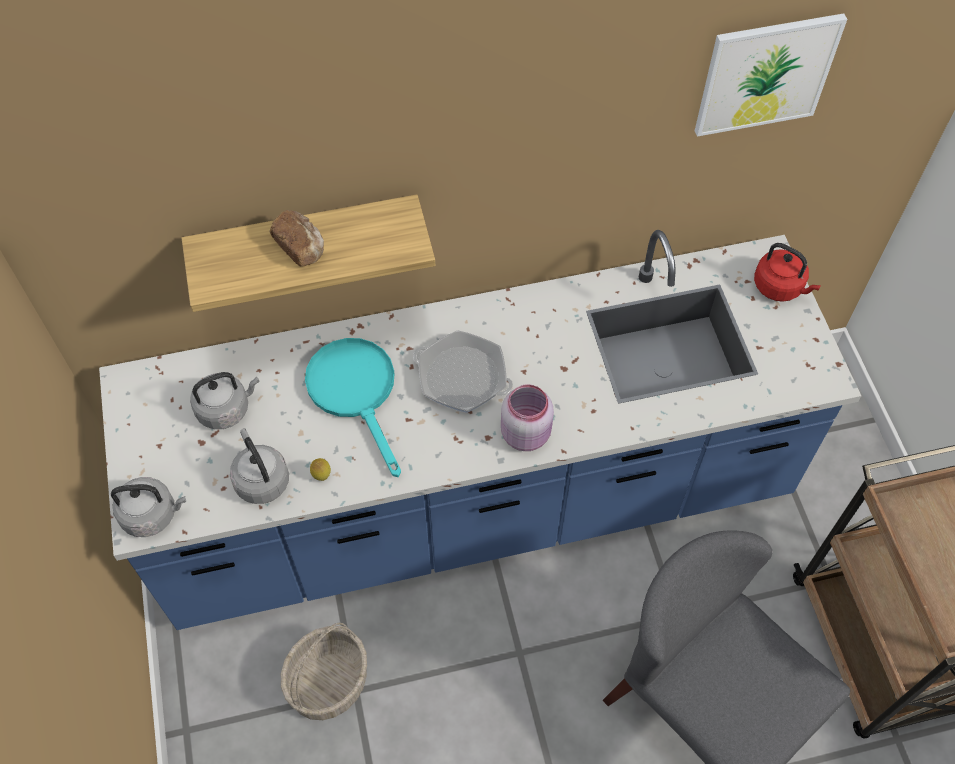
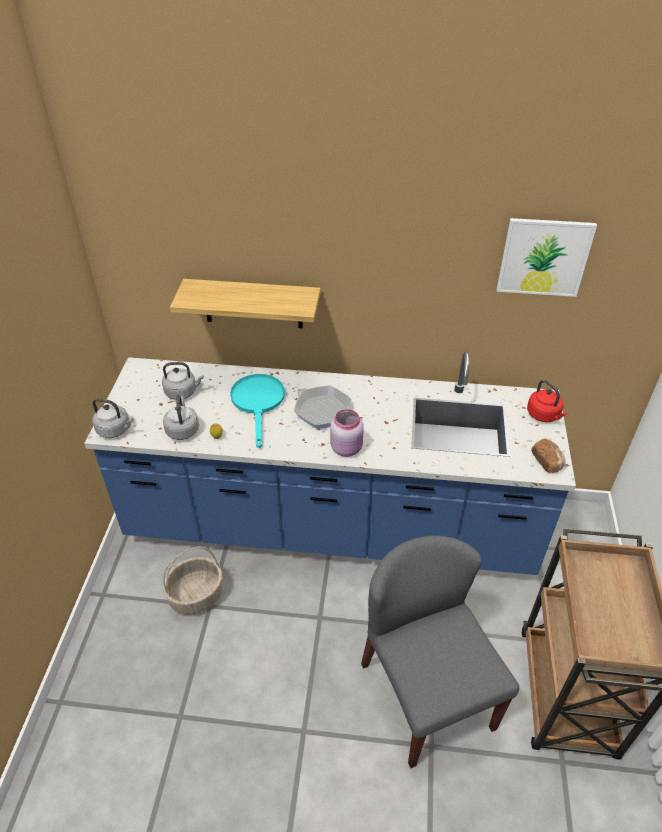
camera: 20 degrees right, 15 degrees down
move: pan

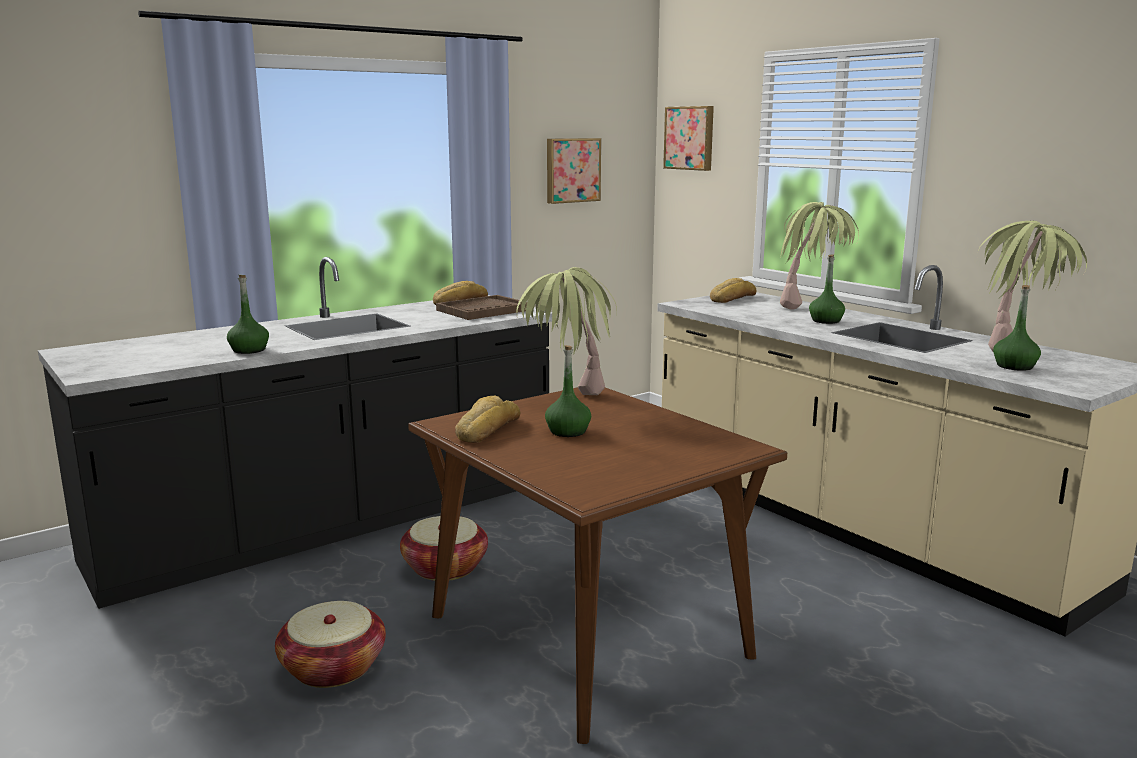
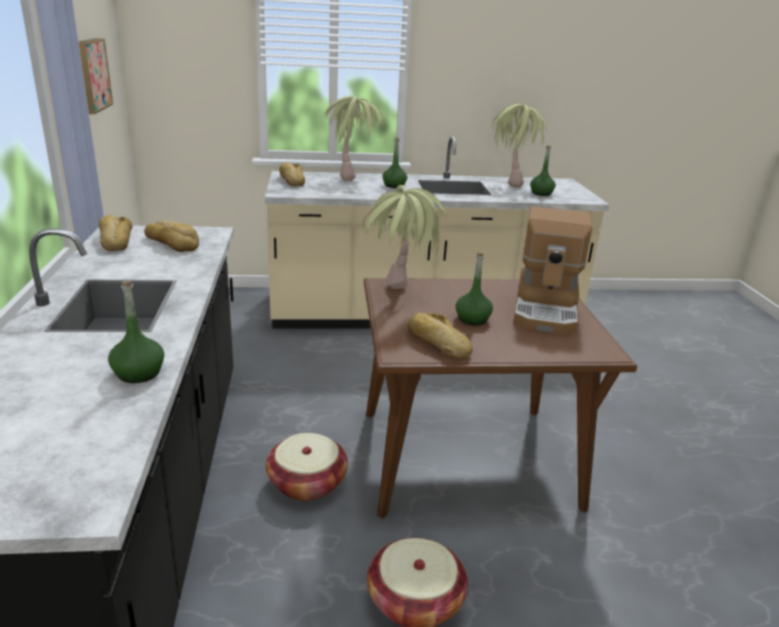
camera: 60 degrees left, 10 degrees up
delete: cuadro (2nd from left)
insert: cafetera
replace: bandeja (marrón) to pan (2nd from left)

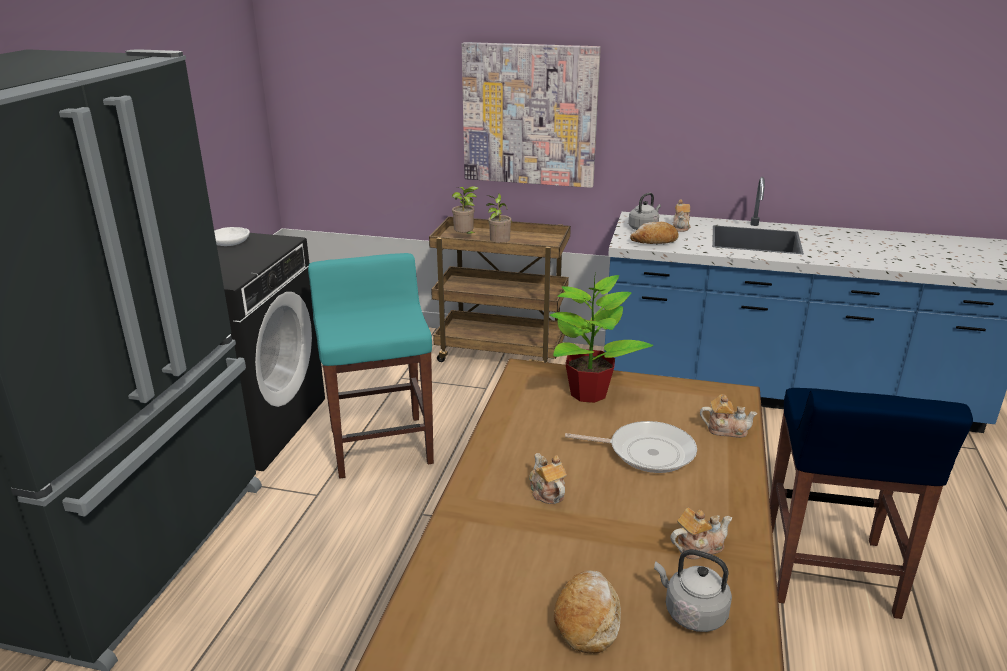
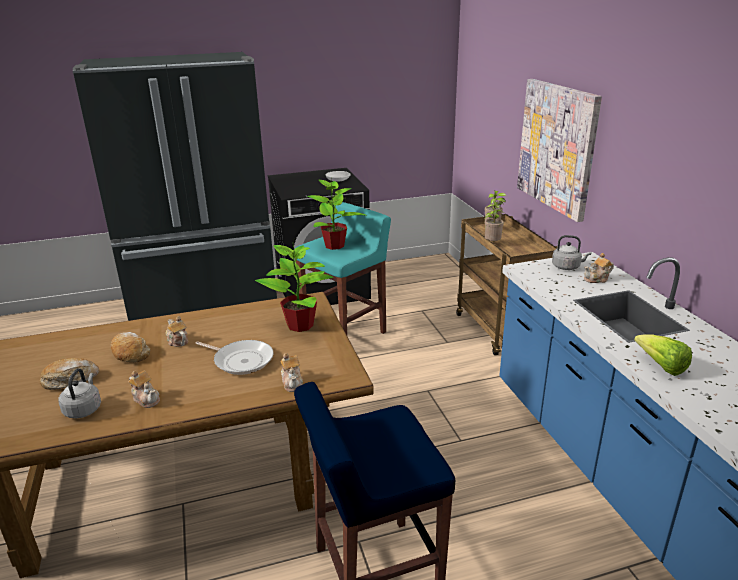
camera: 60 degrees right, 0 degrees up
insert: planta en maceta (2nd from left); lechuga
move: pan (2nd from left)
rotate: tetera (1st from left in the first image) 75 degrees counterclockwise; sartén 45 degrees counterclockwise

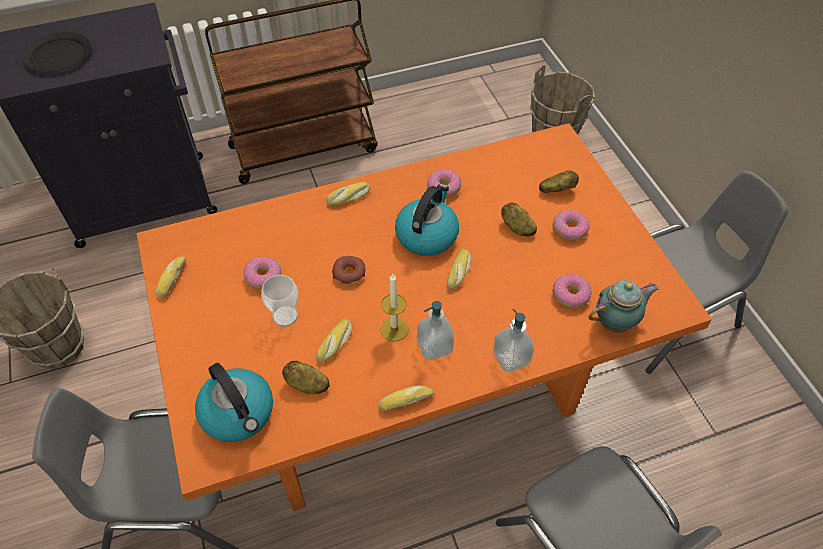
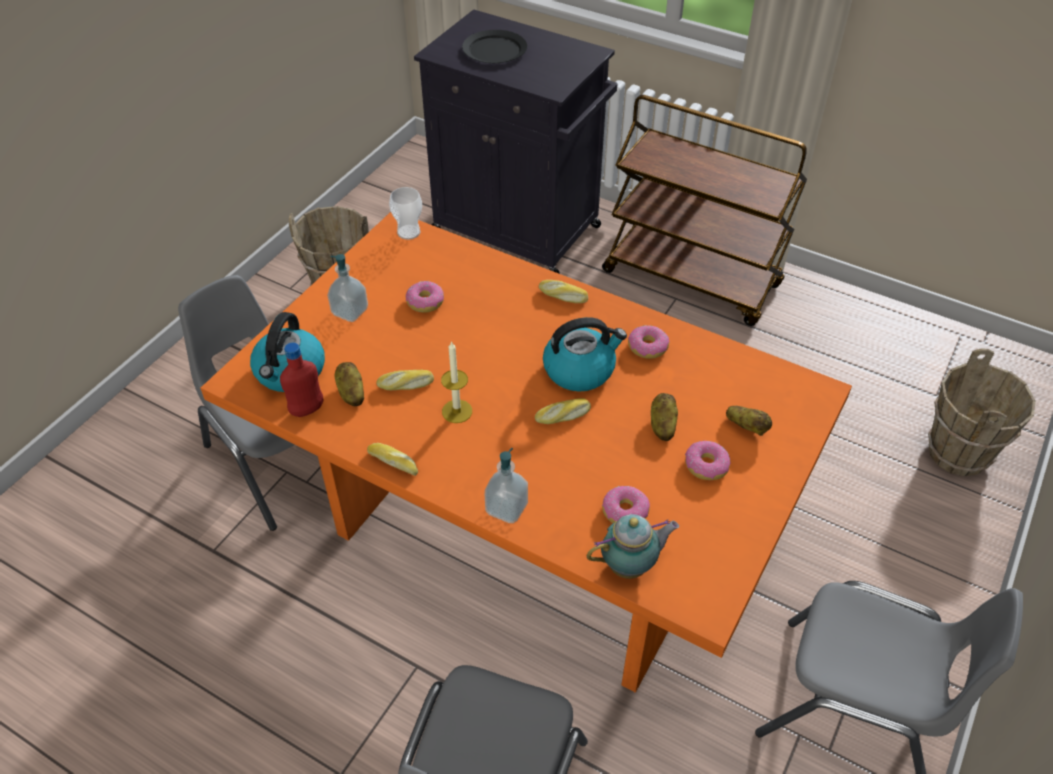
camera: 50 degrees right, 5 degrees down
delete: pan (1st from left); rosquilla (2nd from left)
insert: botella (rojo)
move: taza; dispensador de jabón (1st from left)
rotate: tetera 45 degrees counterclockwise

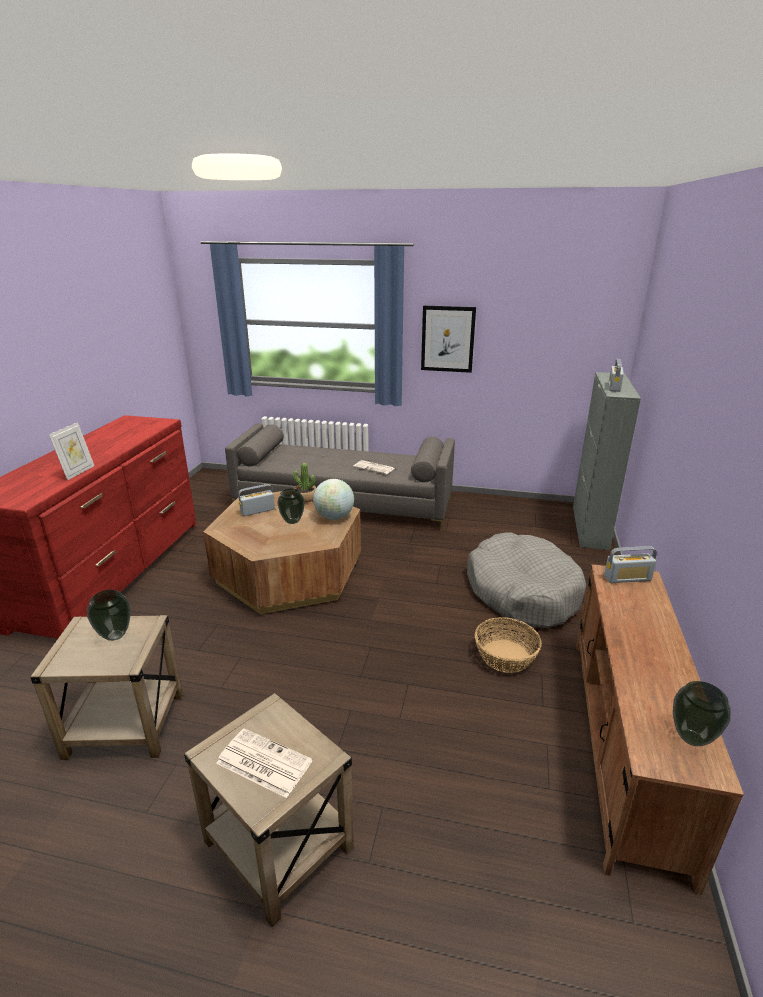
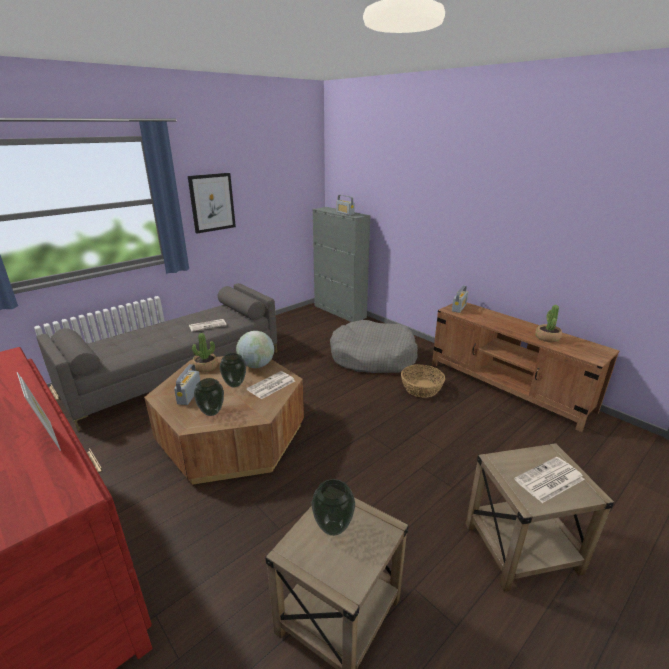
camera: 55 degrees left, 0 degrees up
insert: periódico (2nd from left); planta en maceta (2nd from left)
move: florero (3rd from left in the first image) to florero (1st from left)

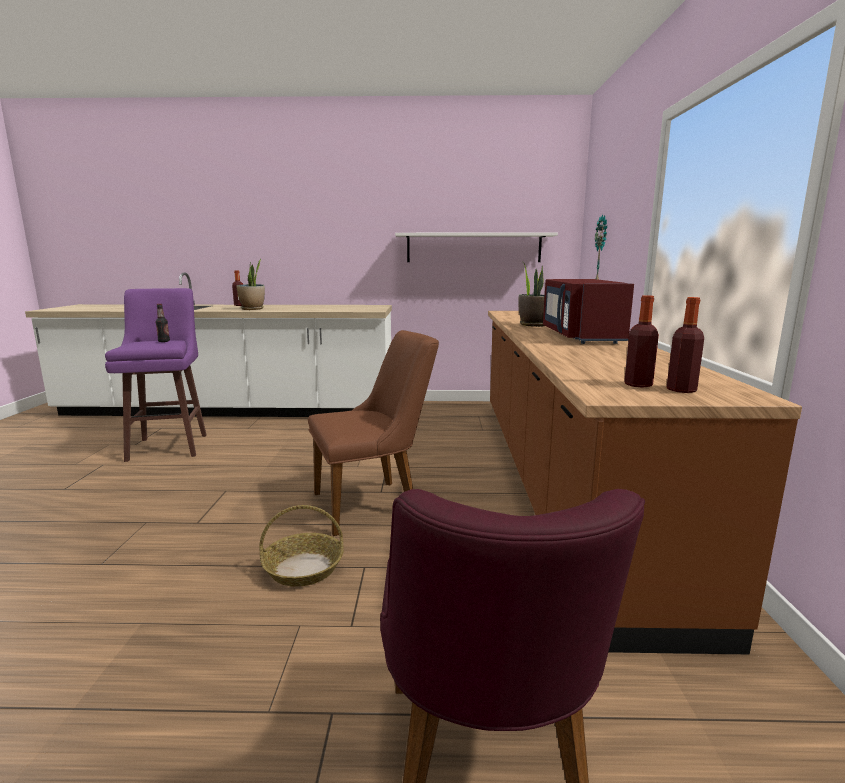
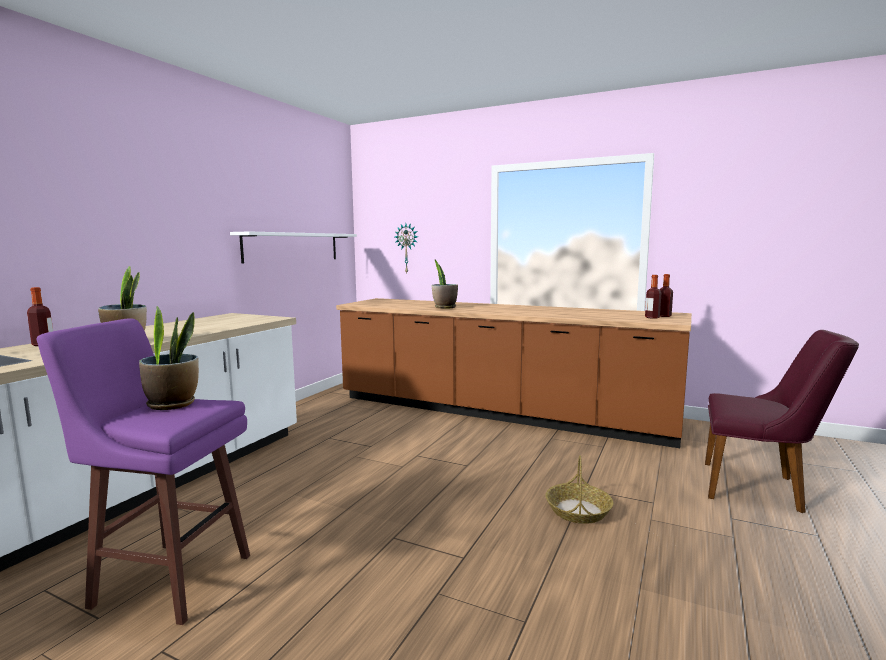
camera: 65 degrees left, 5 degrees down
delete: silla (marrón); microondas (rojo)
replace: botella (1st from left) to planta en maceta (2nd from left)

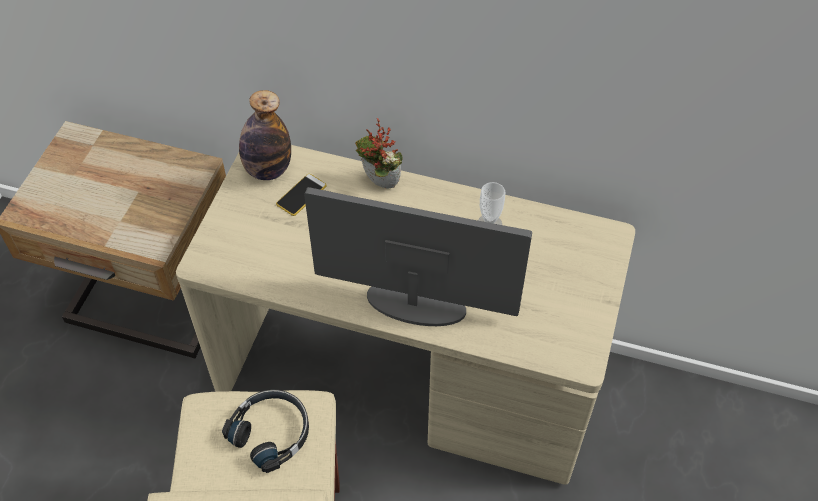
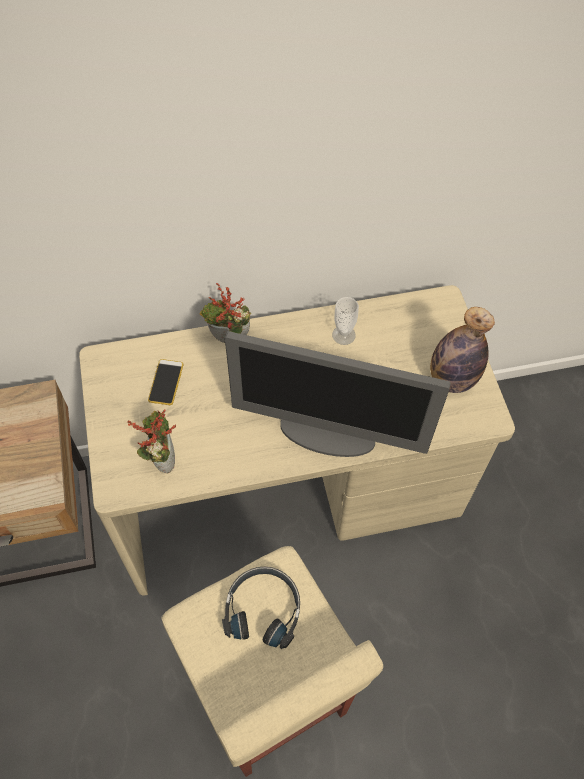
camera: 30 degrees left, 5 degrees up
insert: planta en maceta (1st from left)
move: botella
rotate: monitor 150 degrees counterclockwise

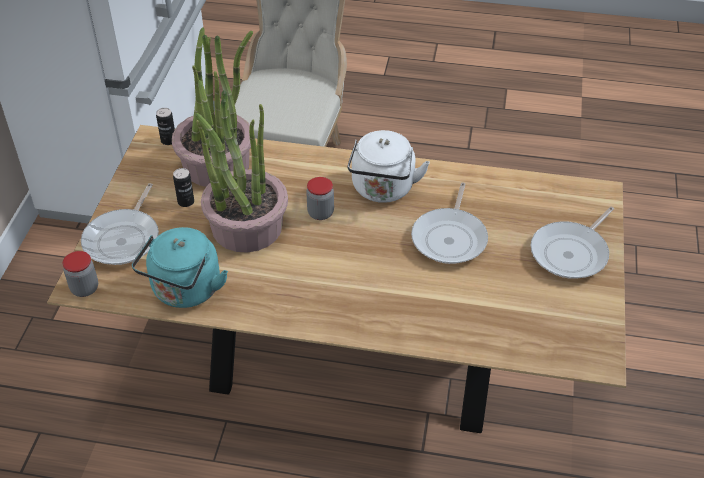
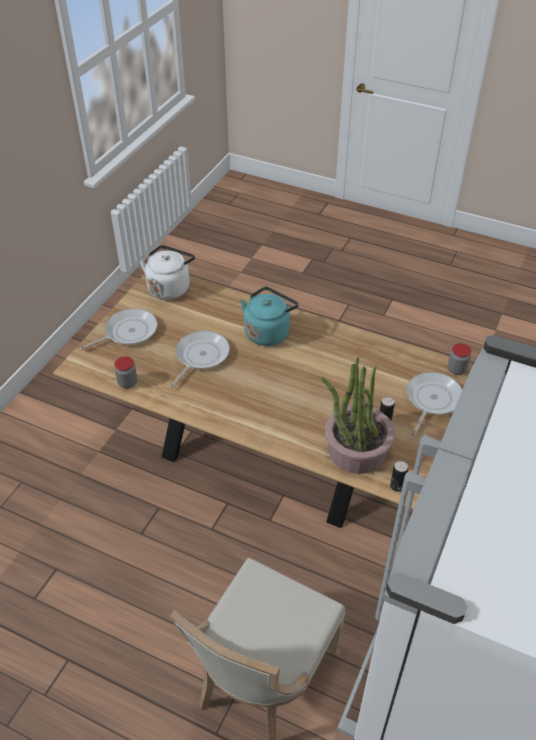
camera: 165 degrees left, 0 degrees up
delete: planta en maceta (2nd from left)
move: hervidor (turquesa); tarro (2nd from left in the first image) to tarro (1st from left); hervidor (blanco)

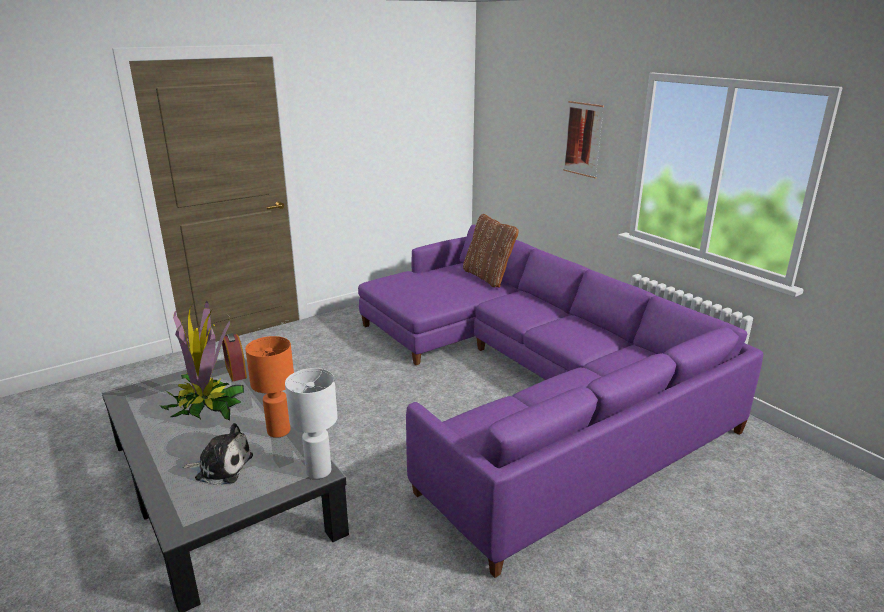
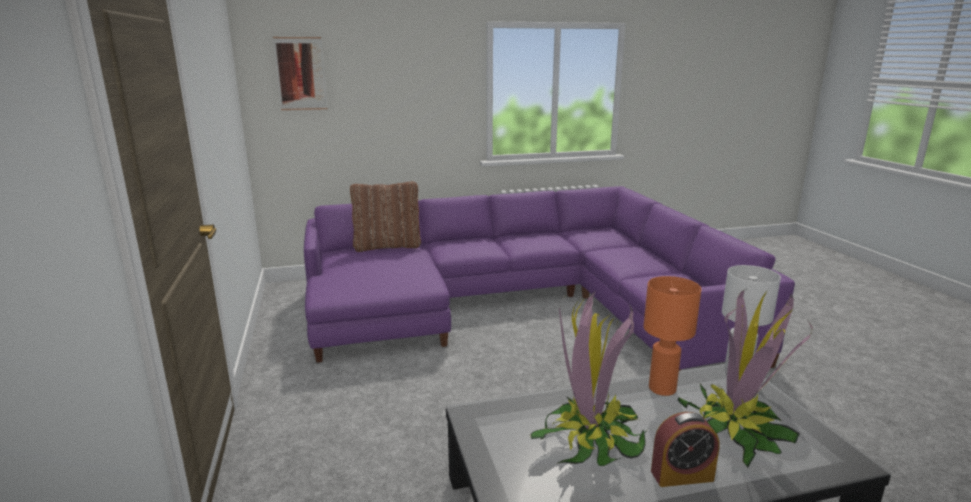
camera: 70 degrees left, 5 degrees down
move: despertador; cuadro
replace: peluche to planta en maceta (2nd from left)

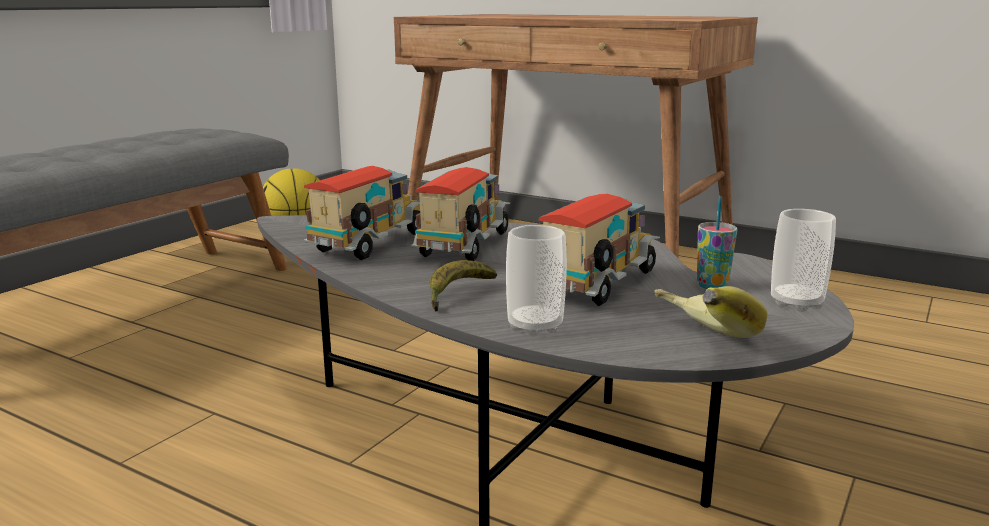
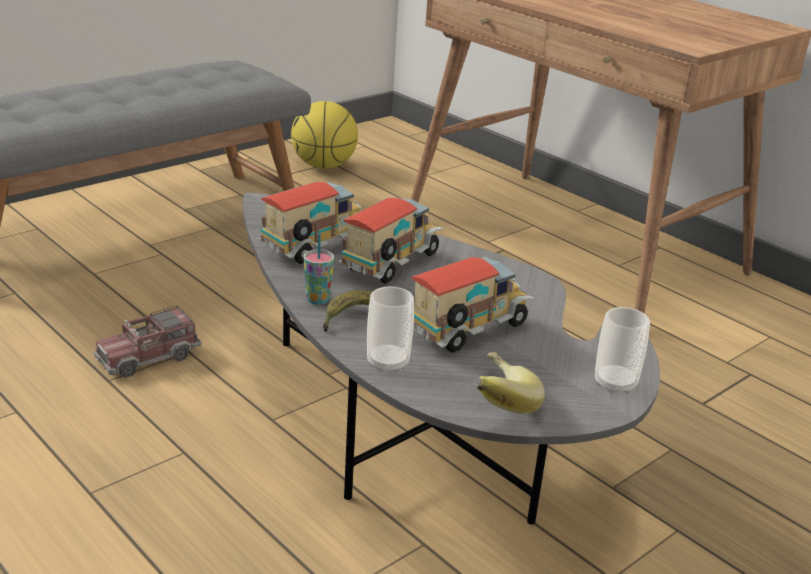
camera: 15 degrees right, 10 degrees up
insert: camión de juguete (1st from left)
move: taza (2nd from left in the first image) to taza (1st from left)

